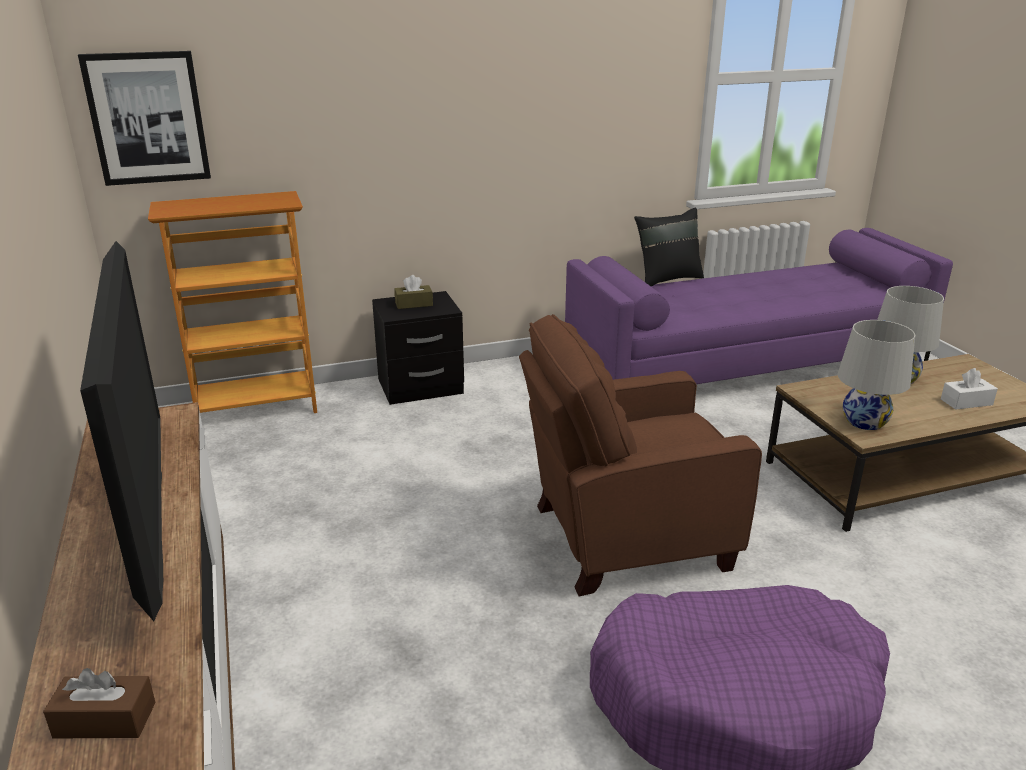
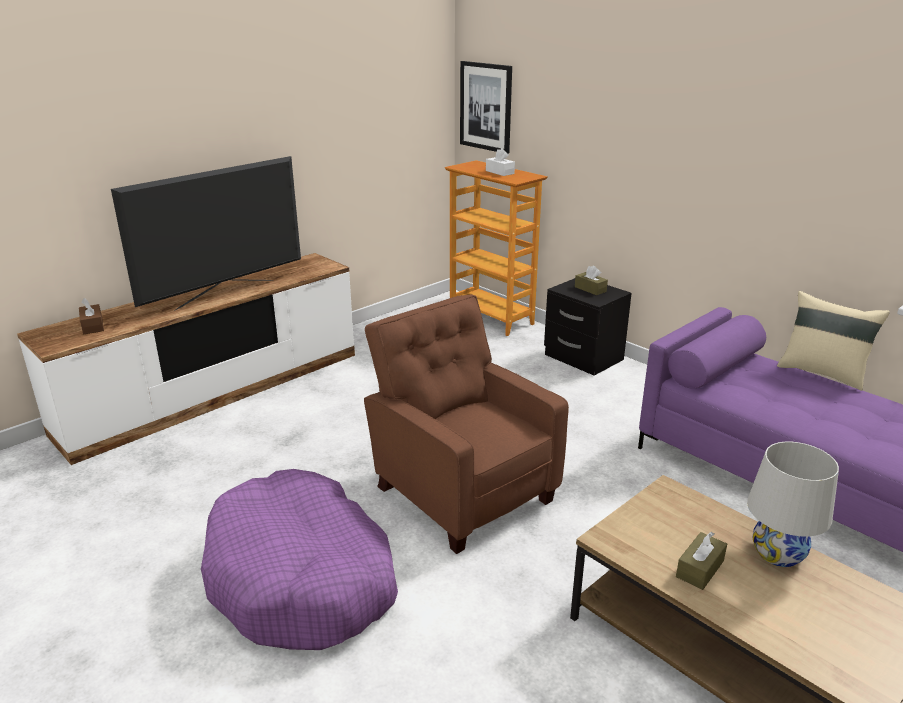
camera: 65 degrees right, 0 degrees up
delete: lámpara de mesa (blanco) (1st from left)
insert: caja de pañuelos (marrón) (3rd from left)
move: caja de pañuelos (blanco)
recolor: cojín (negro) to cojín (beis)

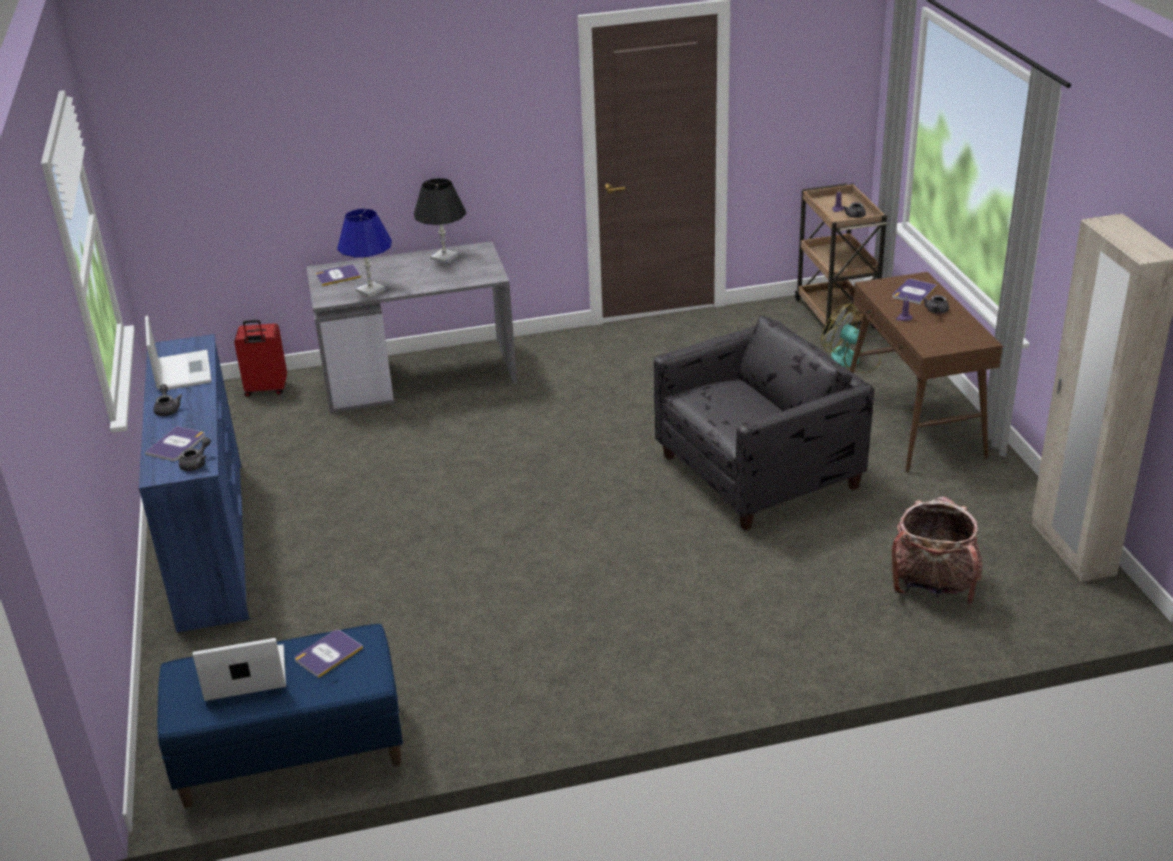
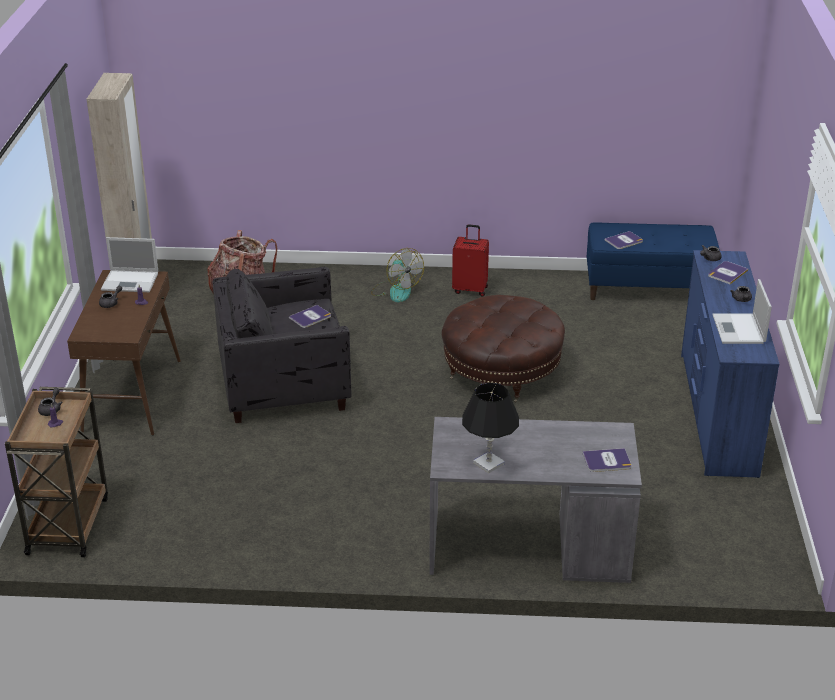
camera: 165 degrees left, 0 degrees up
delete: lámpara de mesa (azul)
insert: puf (marrón)
move: portátil (2nd from left in the first image) to portátil (1st from left); maleta (rojo); ventilador; libro (4th from left in the first image) to libro (1st from left)

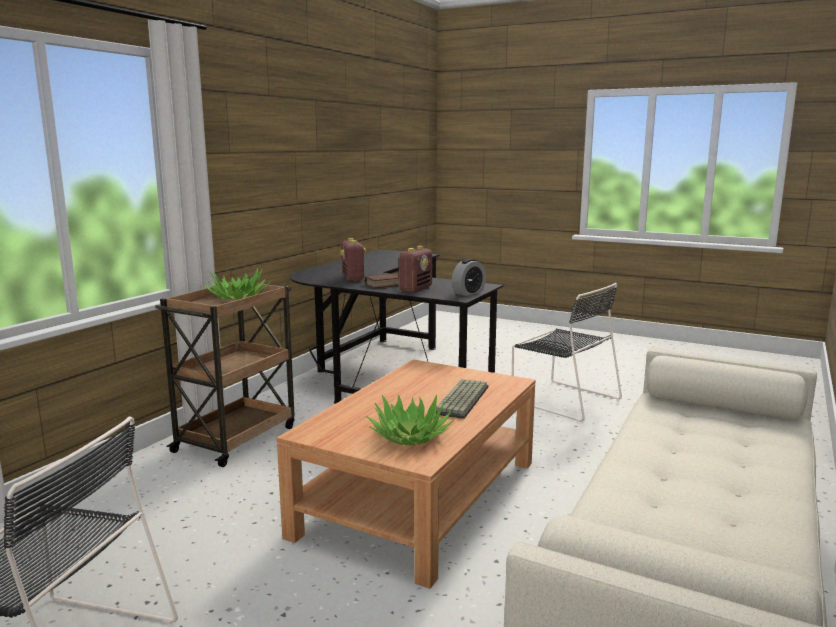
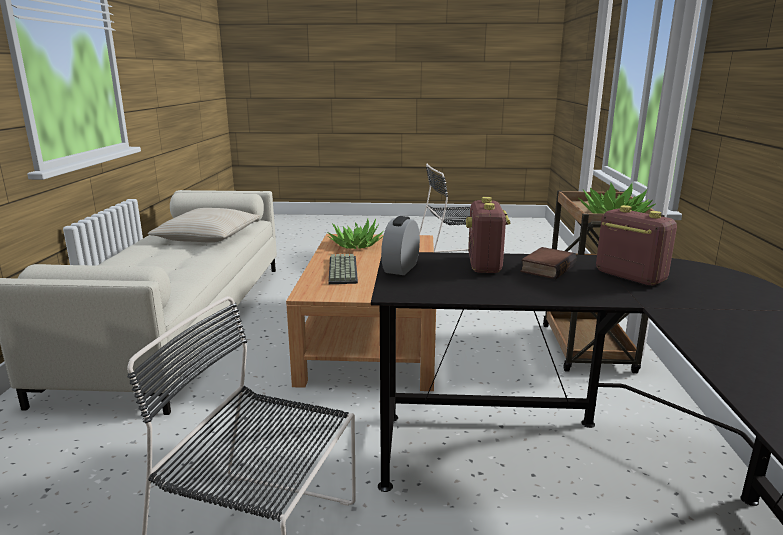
camera: 155 degrees right, 5 degrees up
insert: cojín (beis)

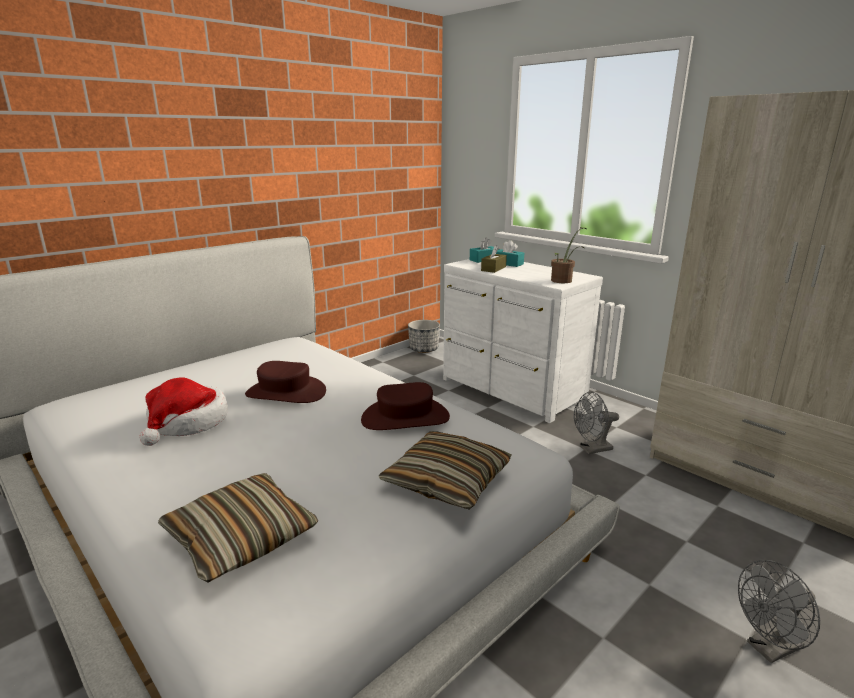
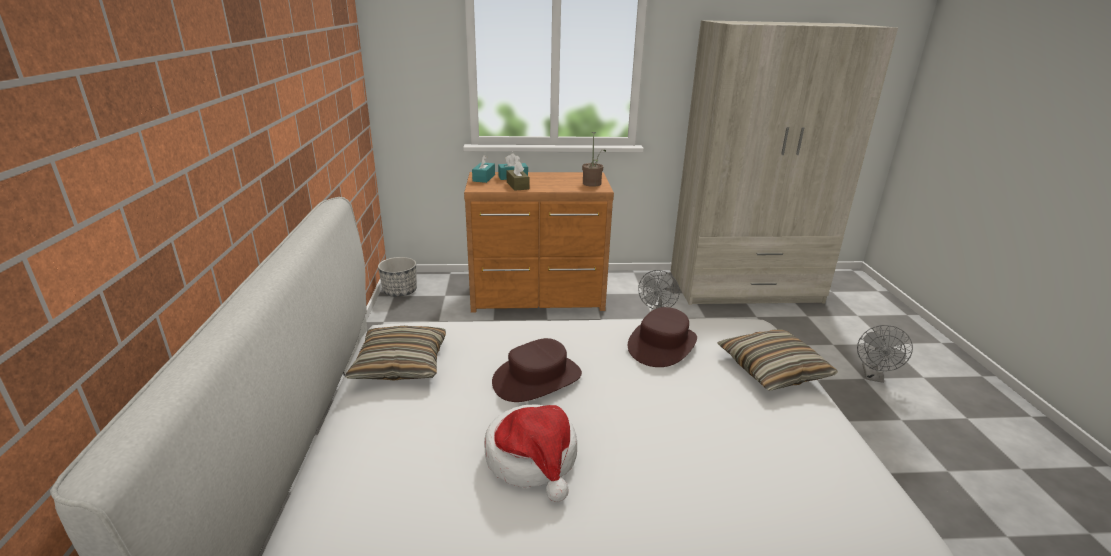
camera: 50 degrees left, 5 degrees up
move: cojín (1st from left)
recolor: cómoda (blanco) to cómoda (marrón)

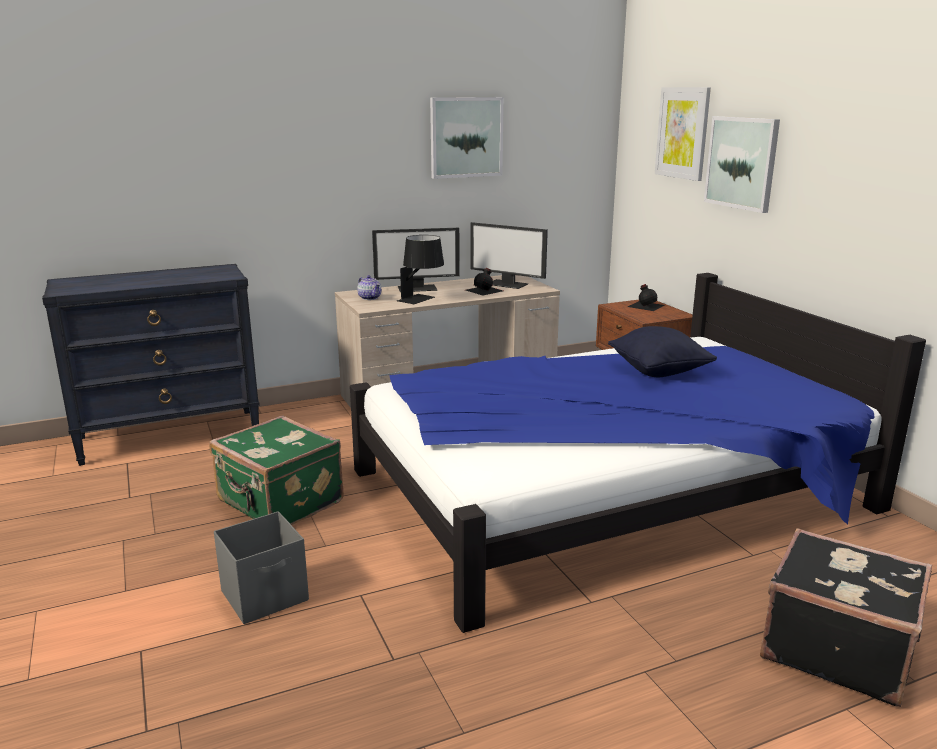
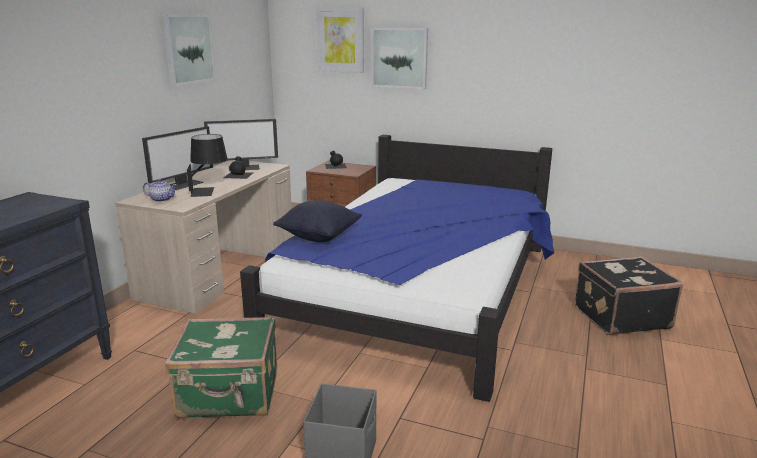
camera: 45 degrees left, 0 degrees up
move: cojín (negro)

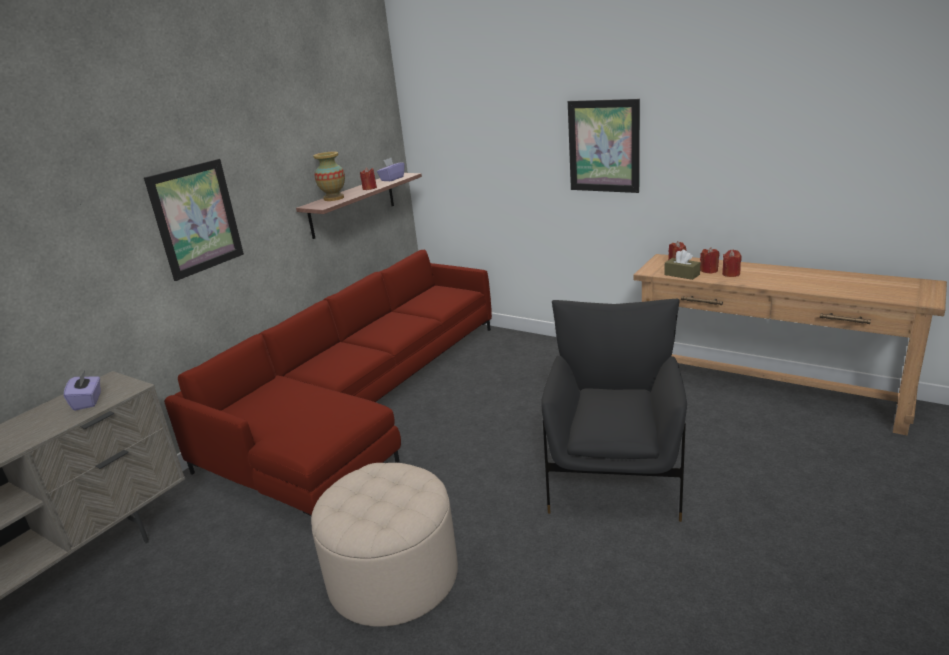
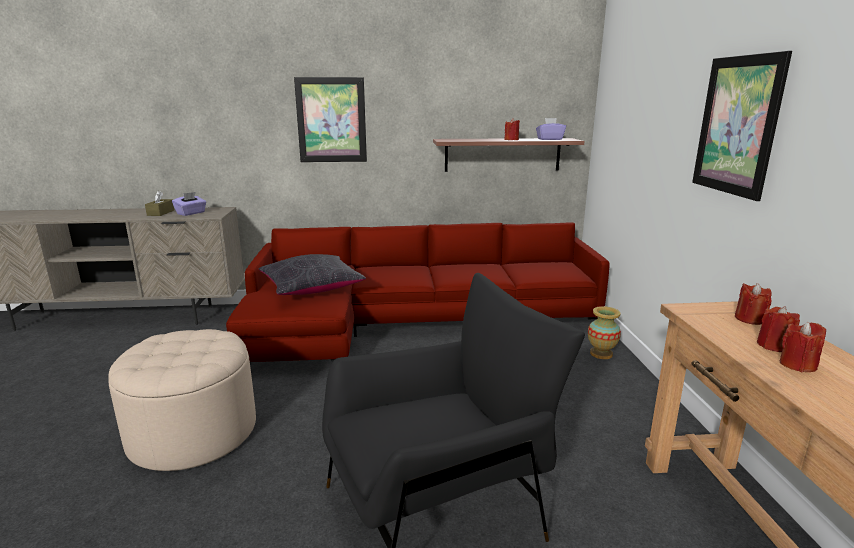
camera: 50 degrees right, 5 degrees down
insert: cojín (negro)
move: florero; caja de pañuelos (marrón)

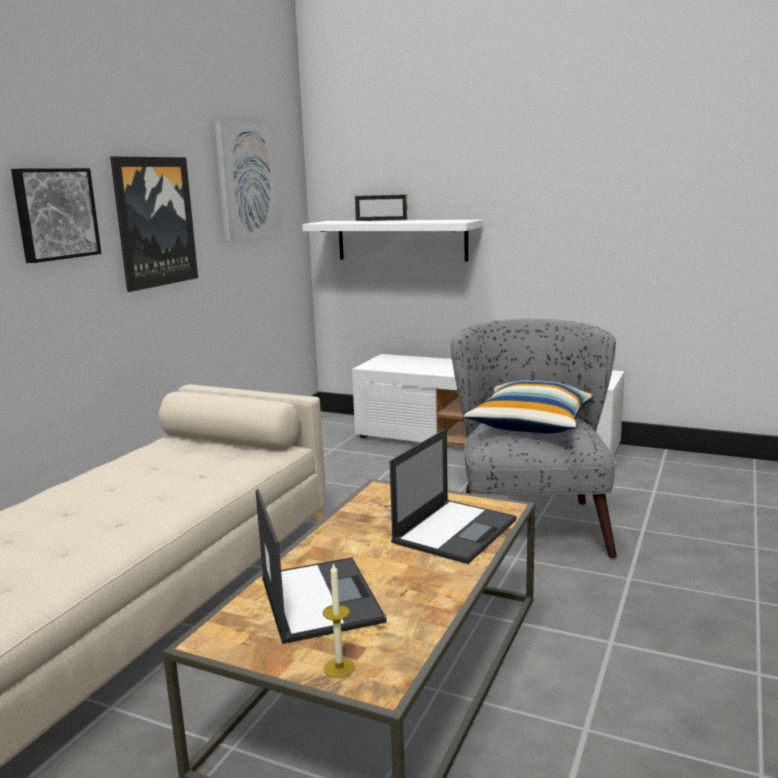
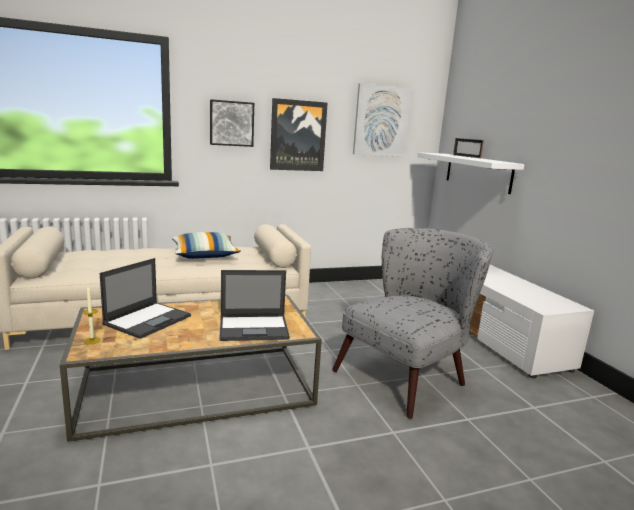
camera: 45 degrees right, 0 degrees up
move: cojín

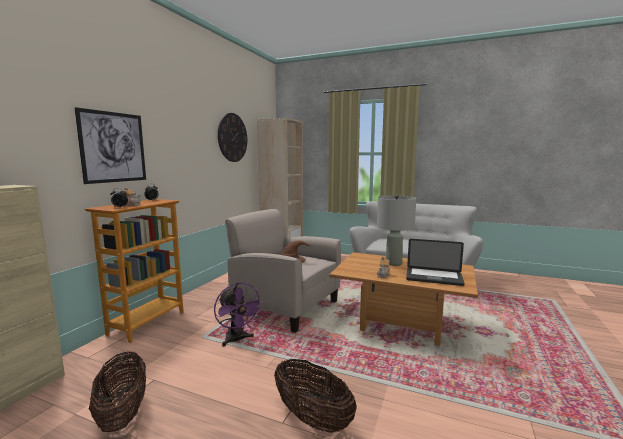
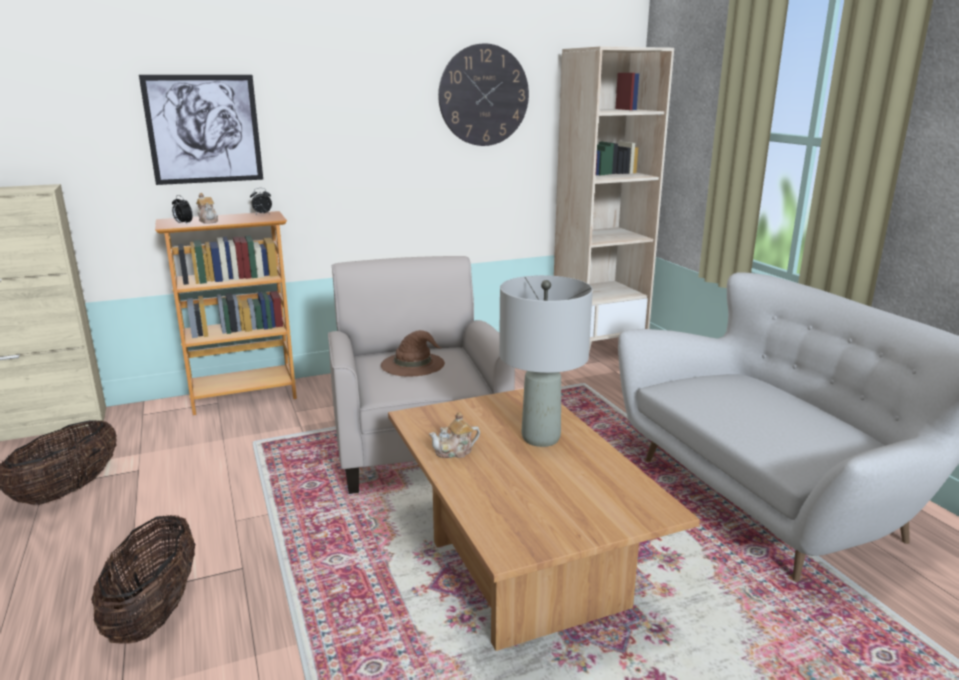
camera: 45 degrees right, 10 degrees up
delete: ventilador (morado); portátil

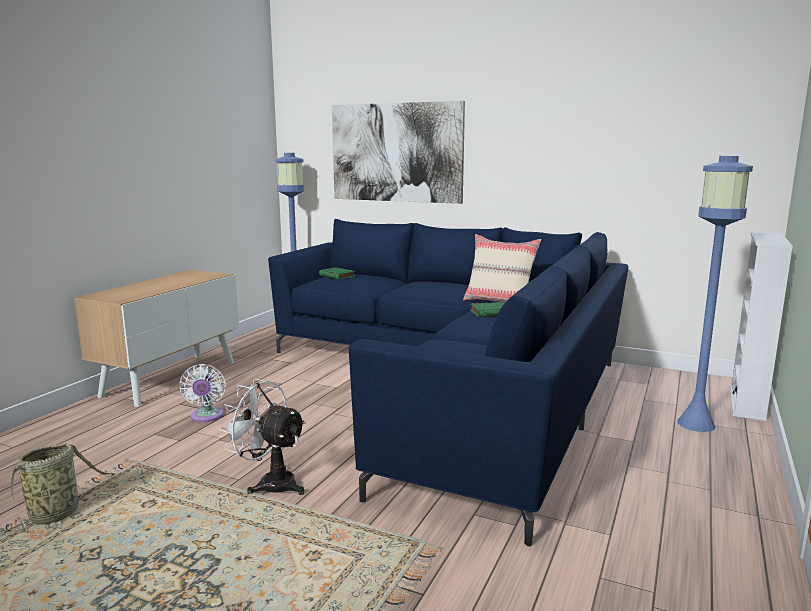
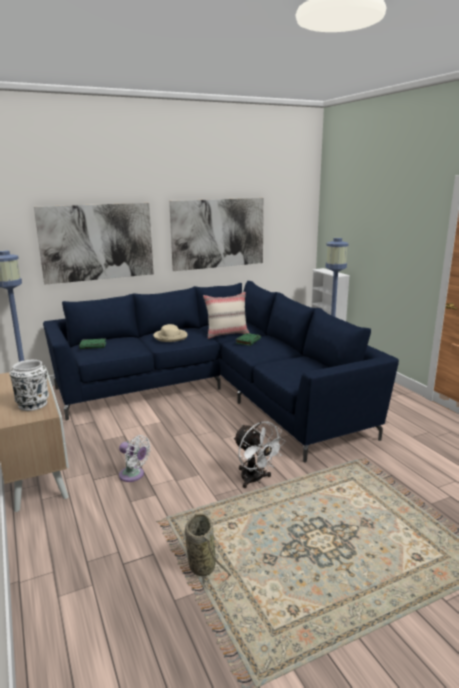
camera: 50 degrees left, 5 degrees up
insert: florero (blanco); sombrero (beis); cuadro (2nd from left)
rotate: ventilador (blanco) (2nd from left) 105 degrees counterclockwise

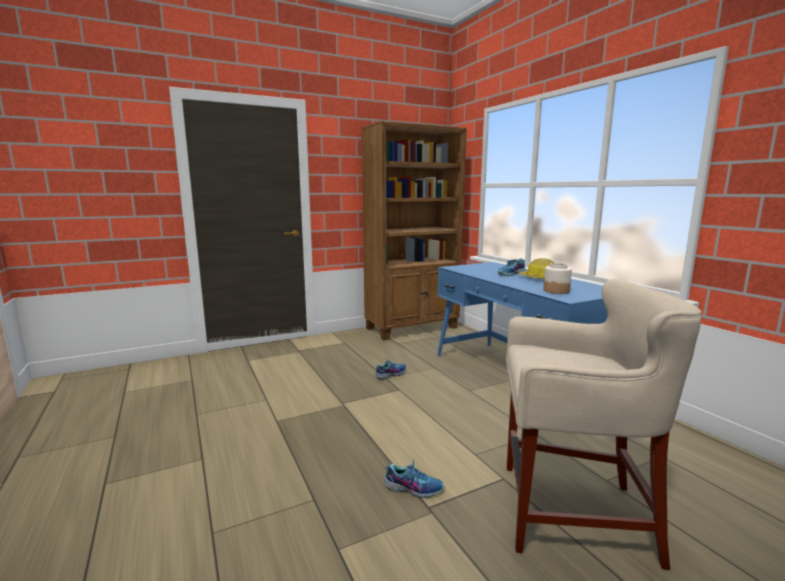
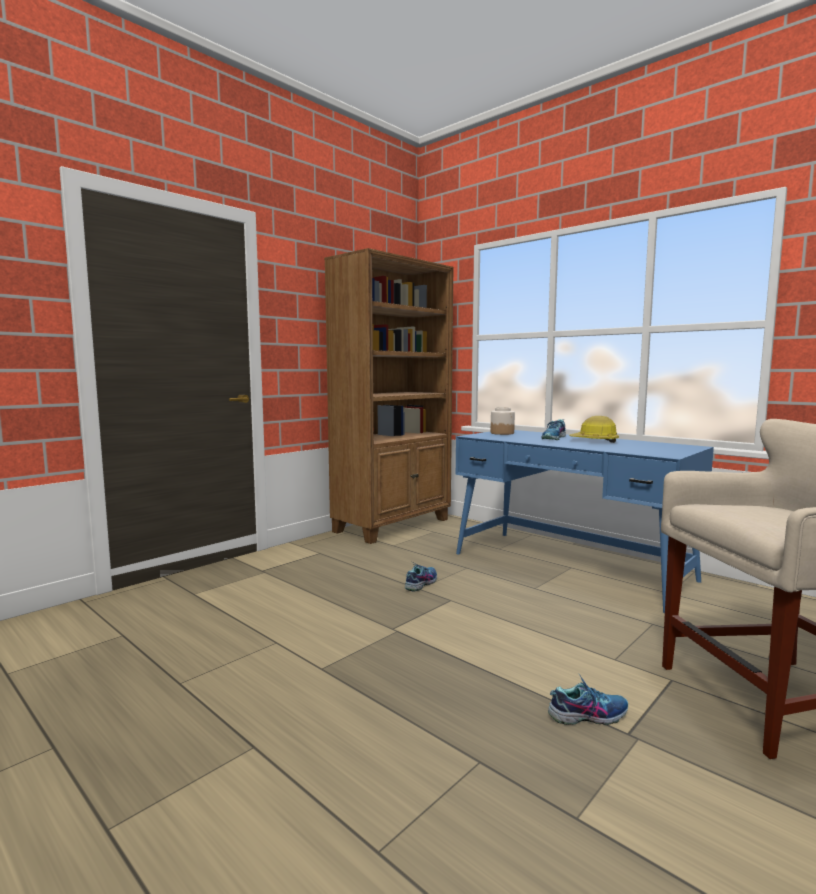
camera: 20 degrees left, 5 degrees down
move: tarro

